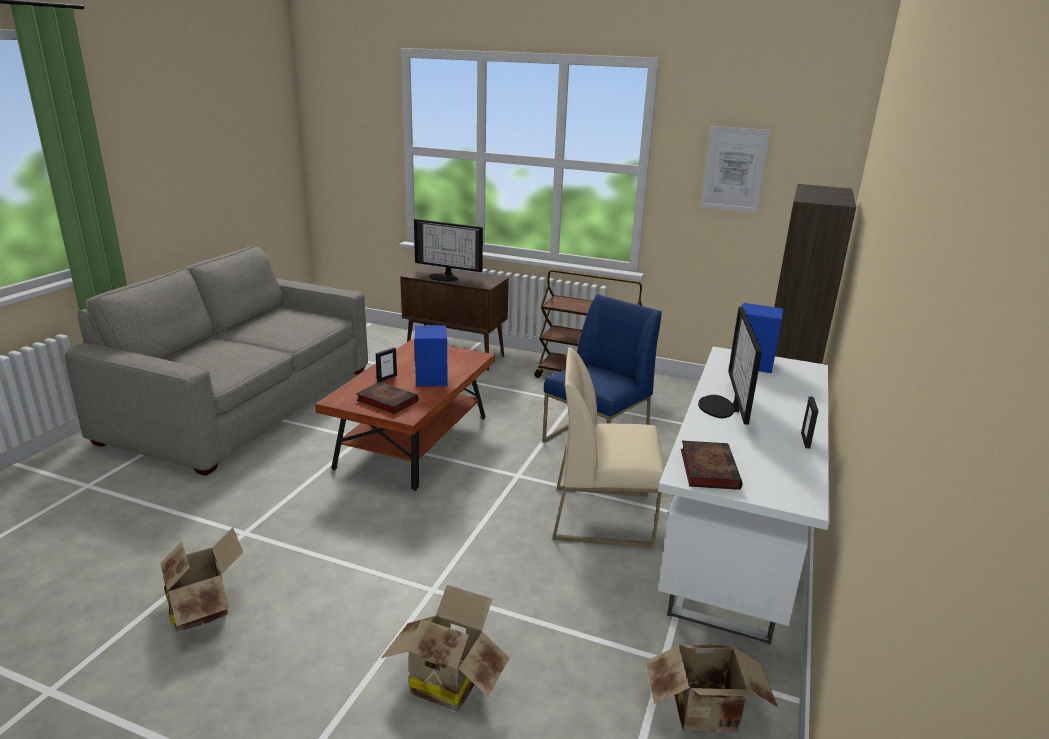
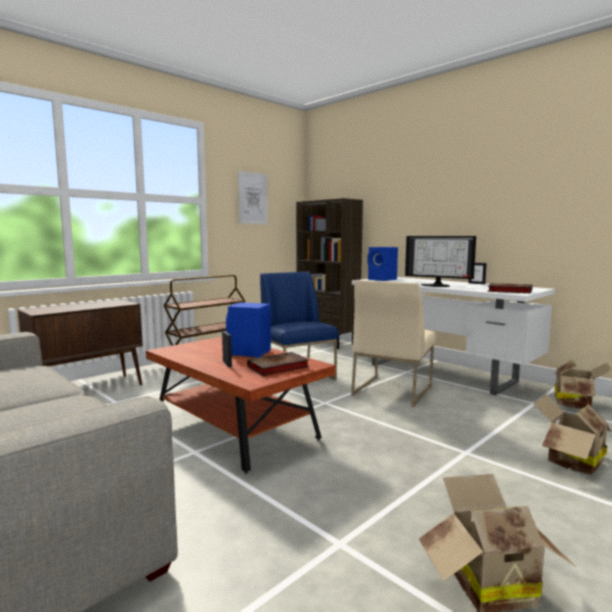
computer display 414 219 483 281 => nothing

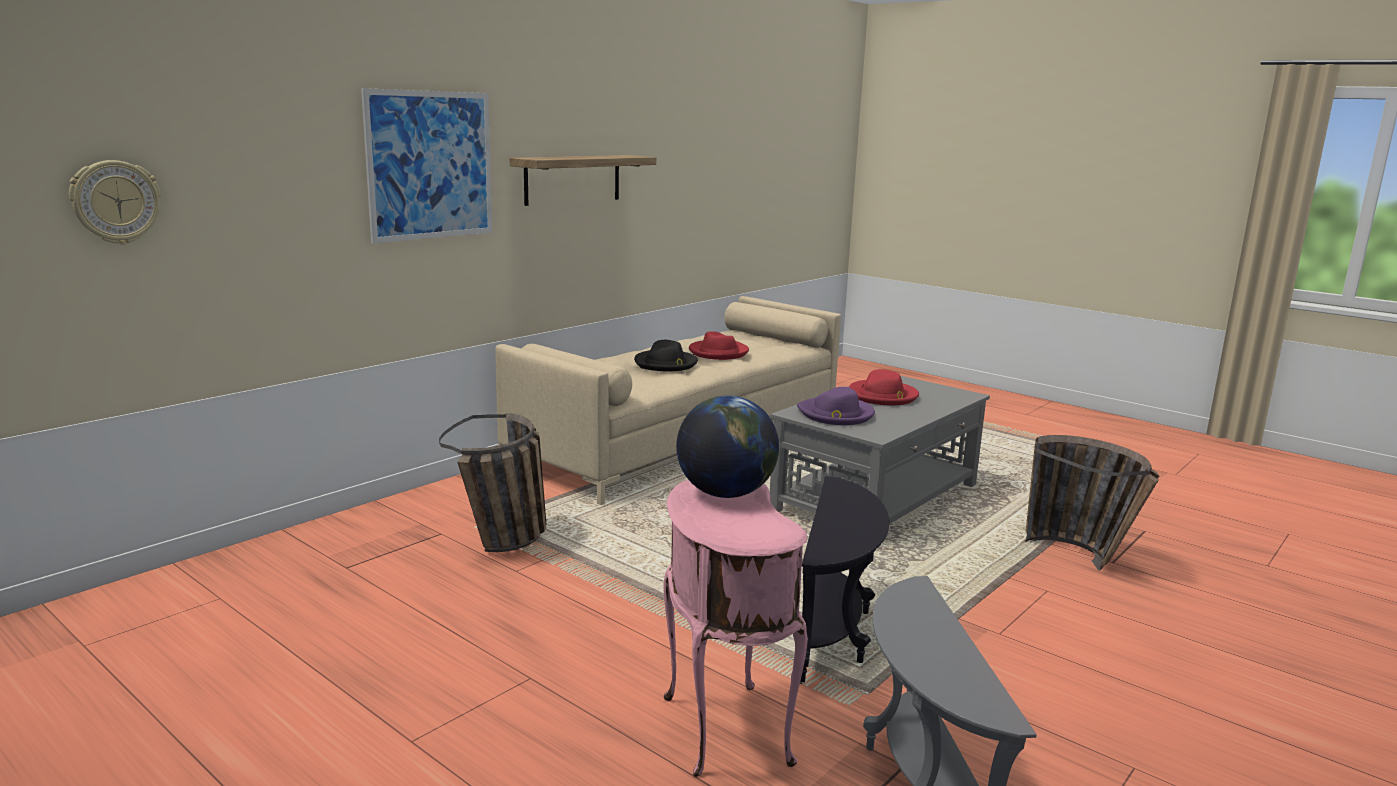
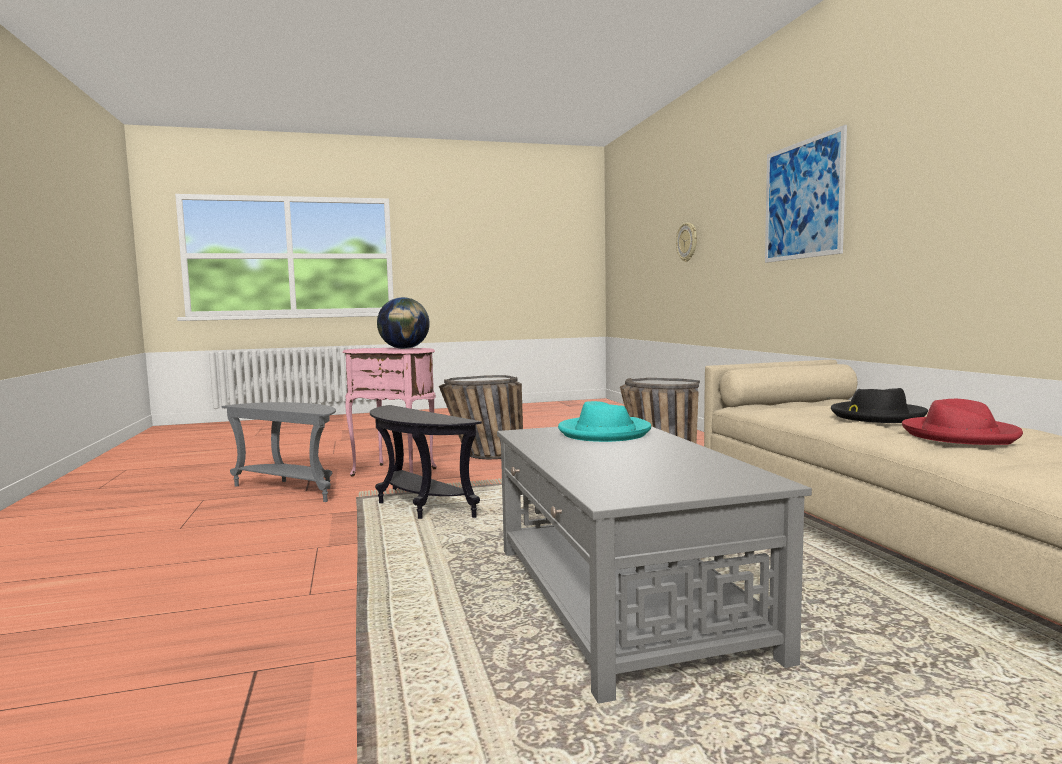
bracket shelf 510 155 656 206 => nothing
red wearable hat 849 369 919 405 => nothing
storage basket 1025 435 1159 571 => storage basket 439 375 523 459, move
purple-coloured wearable hat 797 387 875 425 => turquoise wearable hat 558 401 651 442

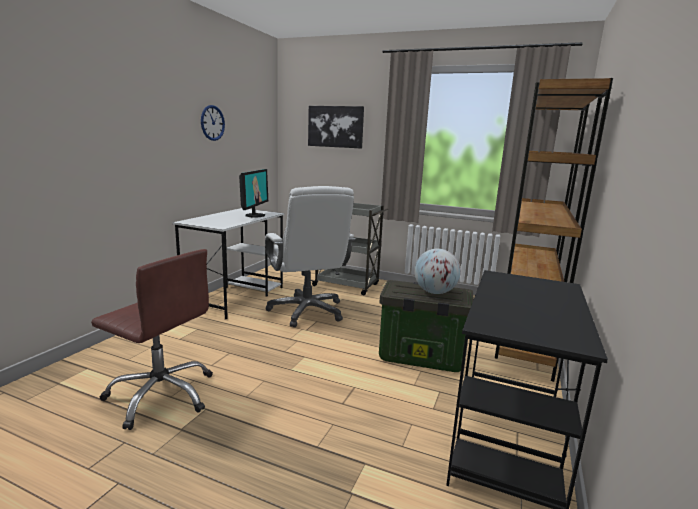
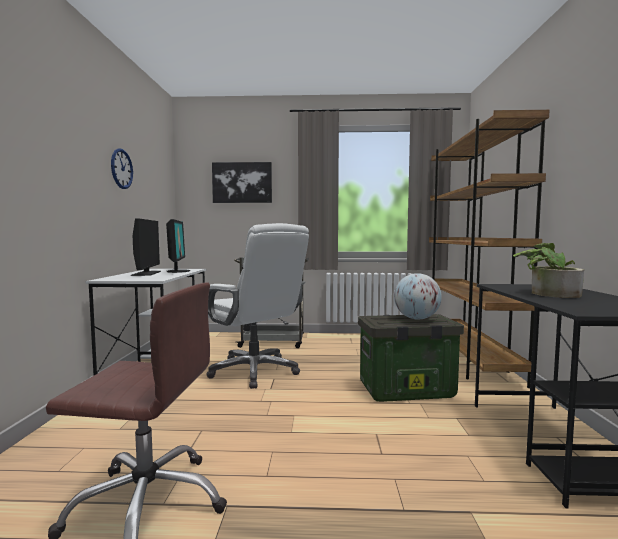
nothing => computer display 131 218 161 276
nothing => plant in a pot 513 243 584 298

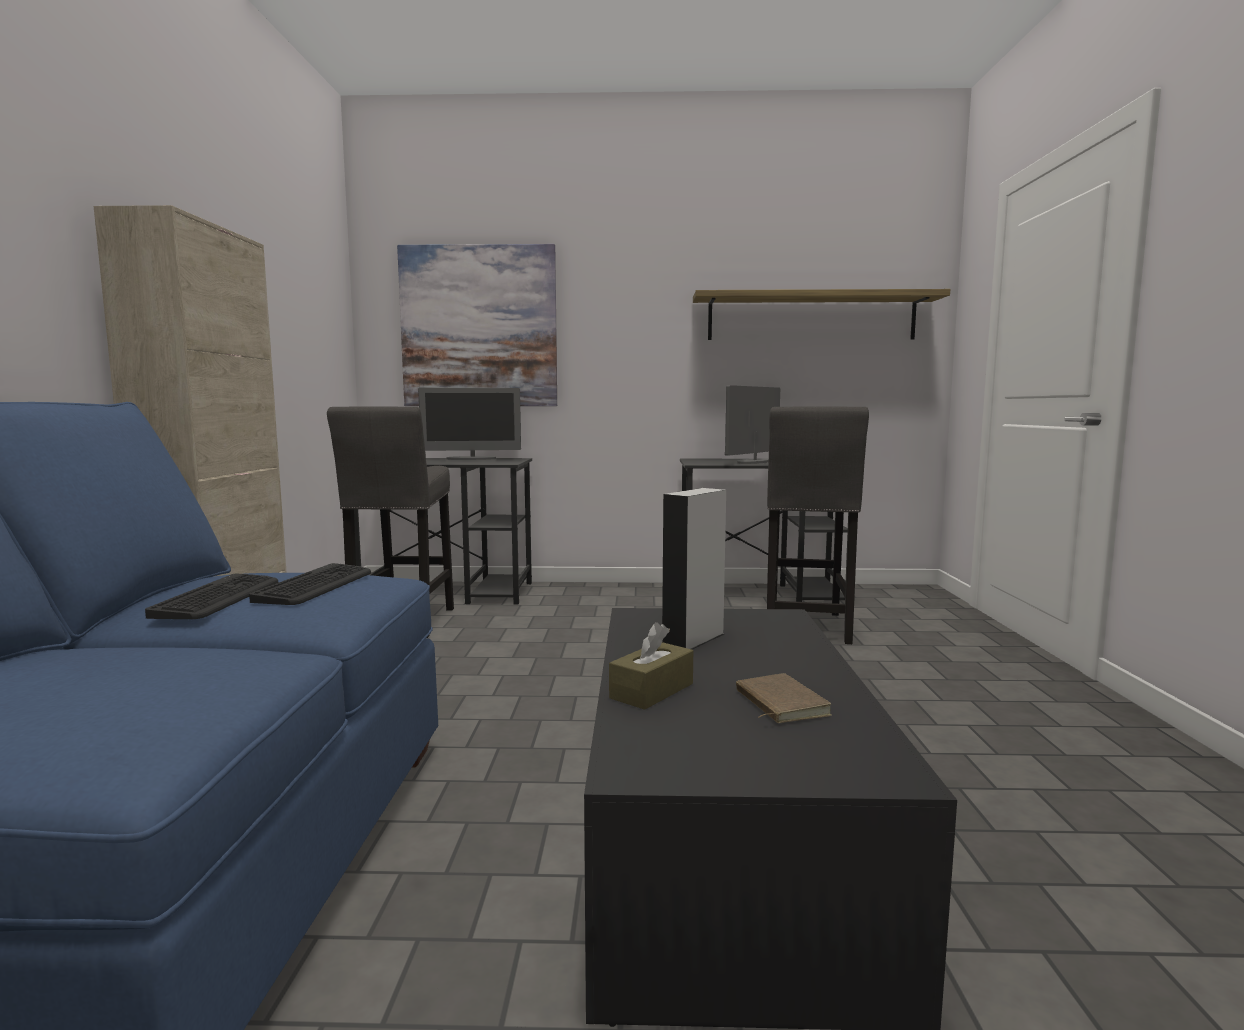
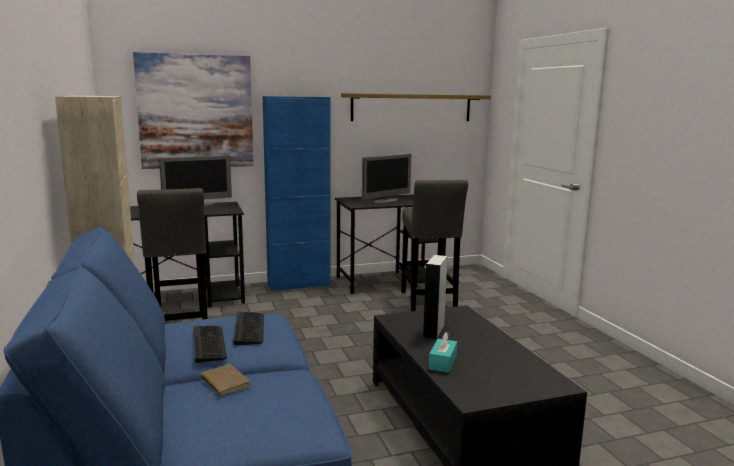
nothing => bluish storage cabinet 263 96 331 292
brownish volume 736 673 831 723 => brownish volume 201 364 251 396, move
brownish tissue holder 609 622 693 710 => turquoise tissue holder 429 332 457 373
computer display 725 385 780 464 => computer display 362 154 411 204, 150 degrees counterclockwise

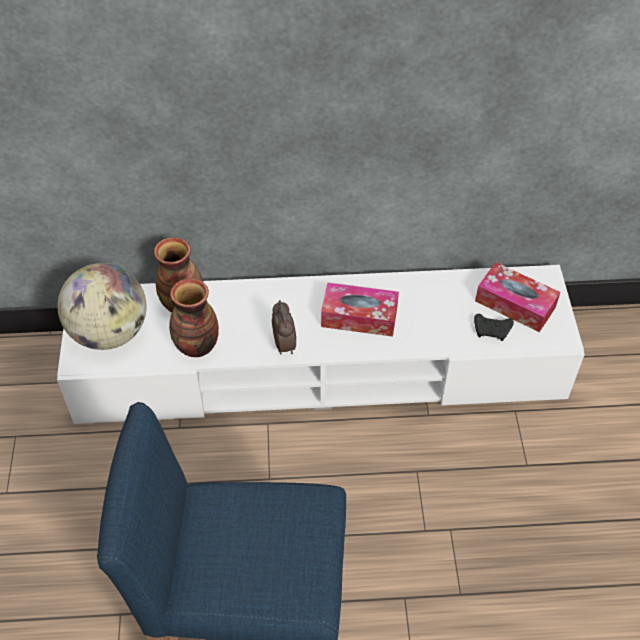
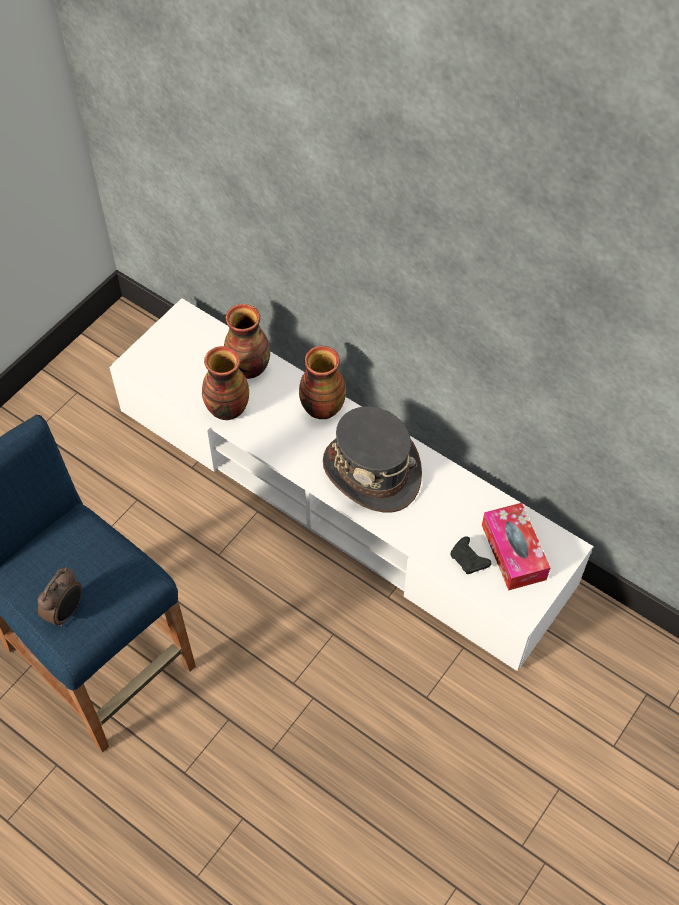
globe 57 263 146 350 => nothing
nothing => decorative vase 299 346 346 419
table clock 272 300 296 354 => table clock 38 567 82 627, move
tissue holder 321 282 399 337 => gray wearable hat 323 406 422 513

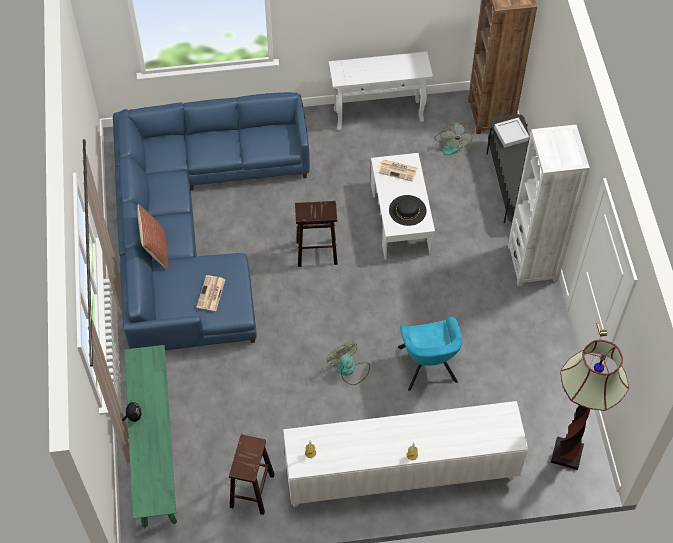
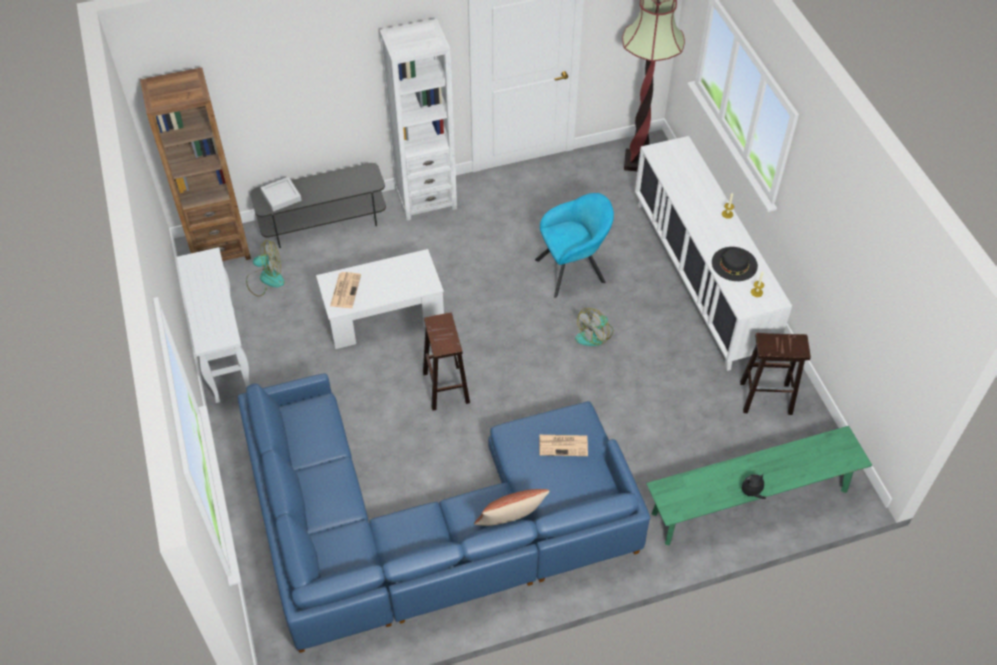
black-coloured wearable hat 389 195 426 226 => black-coloured wearable hat 712 247 758 281, move

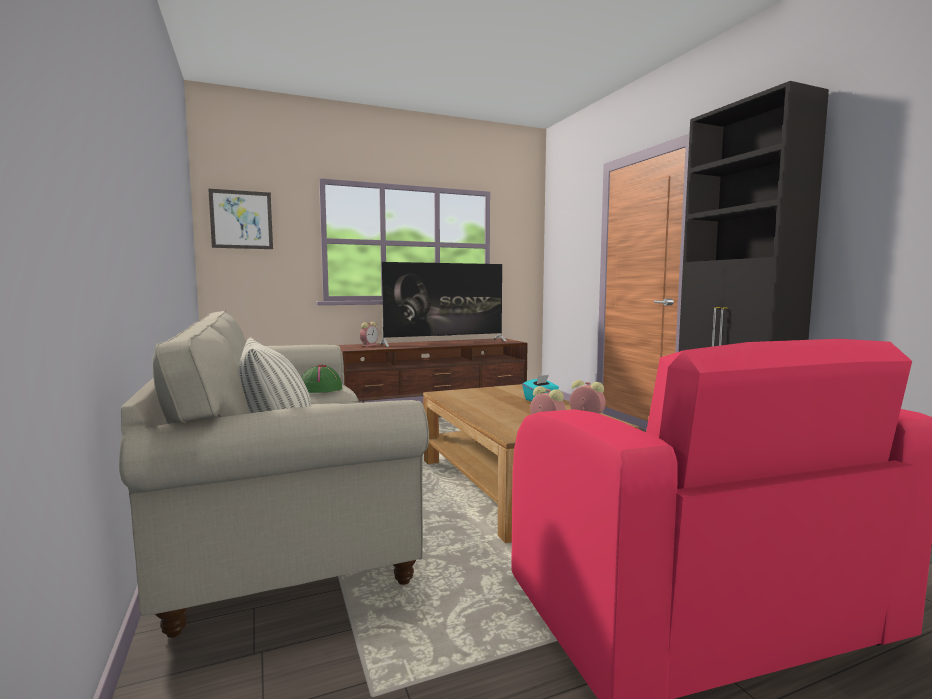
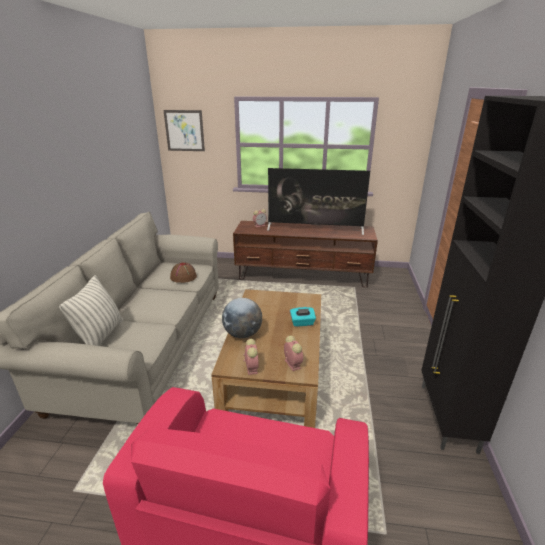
nothing => globe 222 298 262 338
greenish wearable hat 302 365 343 393 => brownish wearable hat 170 262 197 283

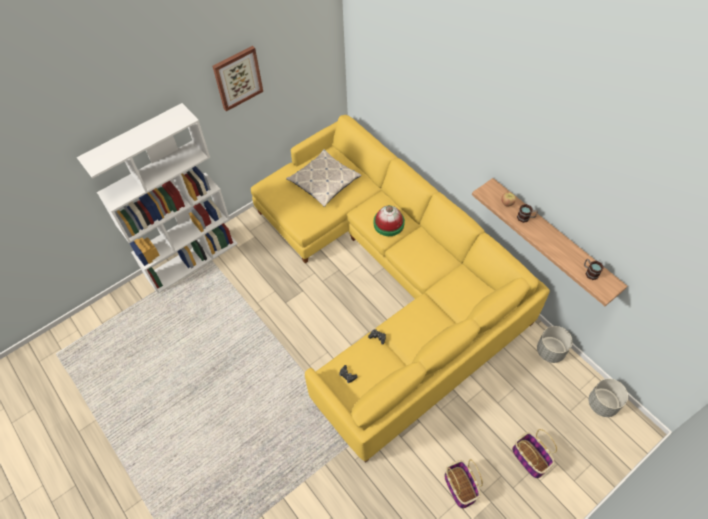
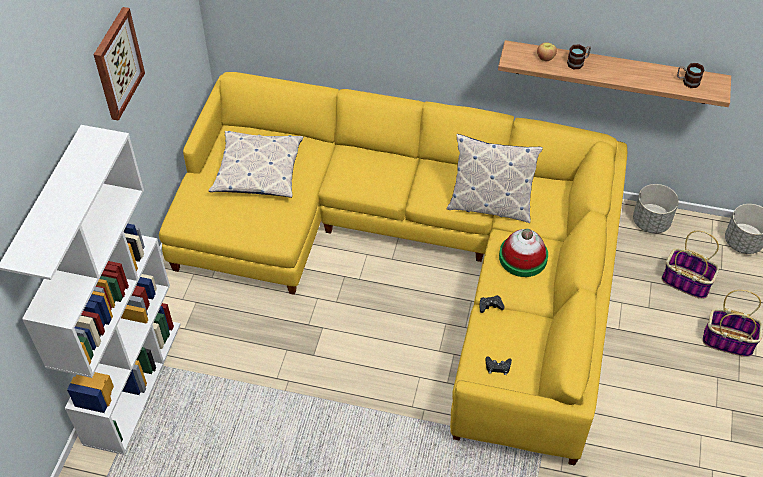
nothing => cushion 447 134 543 223
wearable hat 374 205 405 236 => wearable hat 499 229 548 277, move
storage basket 444 459 483 509 => storage basket 662 231 719 299, move

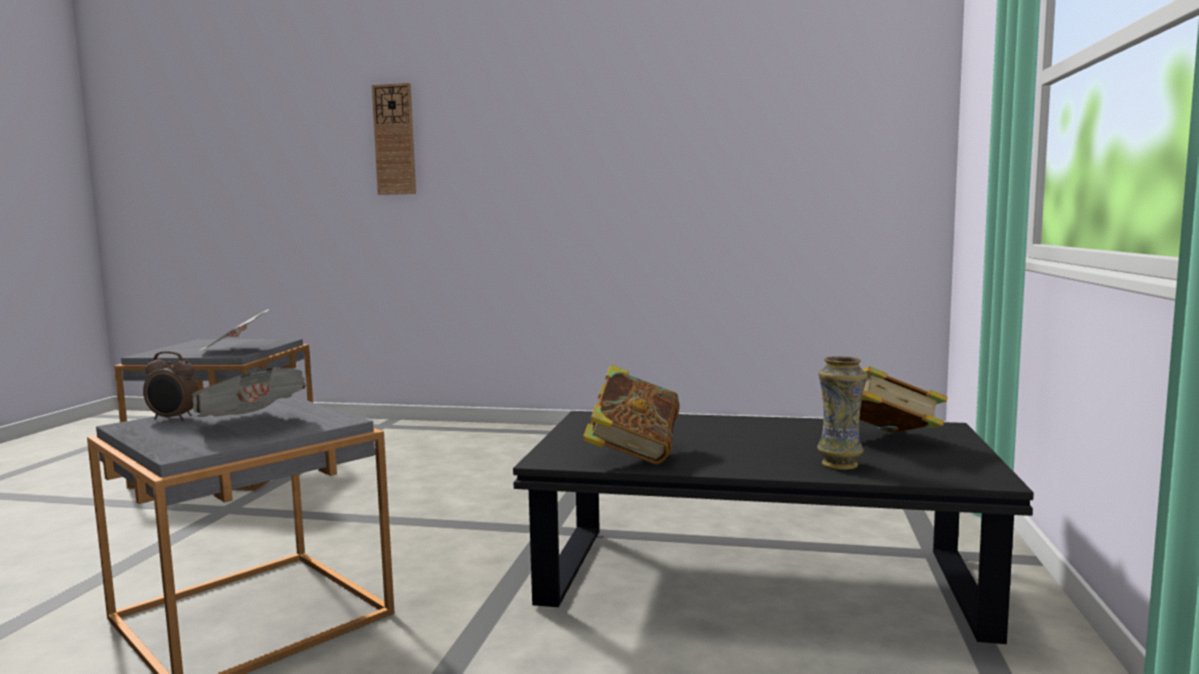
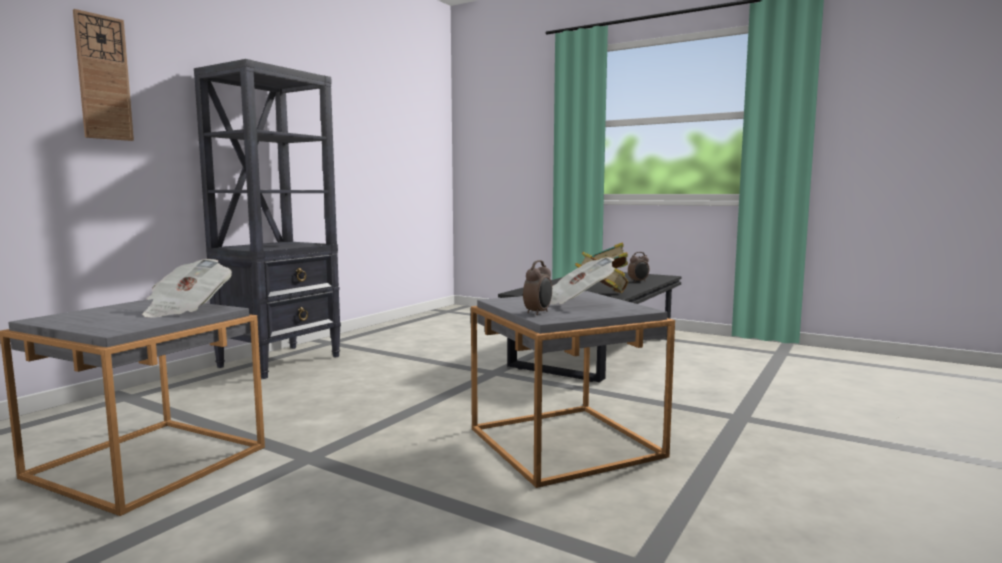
nothing => black-coloured shelving unit 194 59 341 379
decorative vase 817 356 868 470 => table clock 628 252 649 282

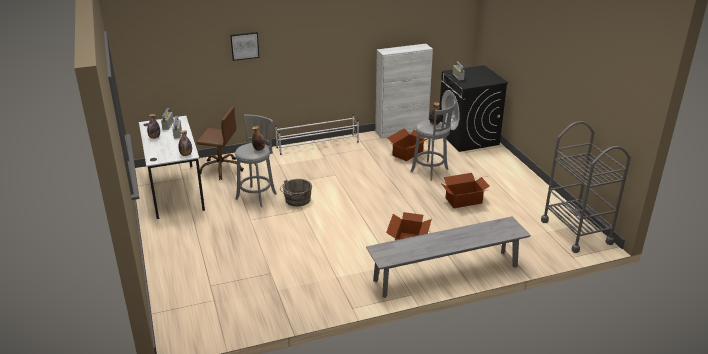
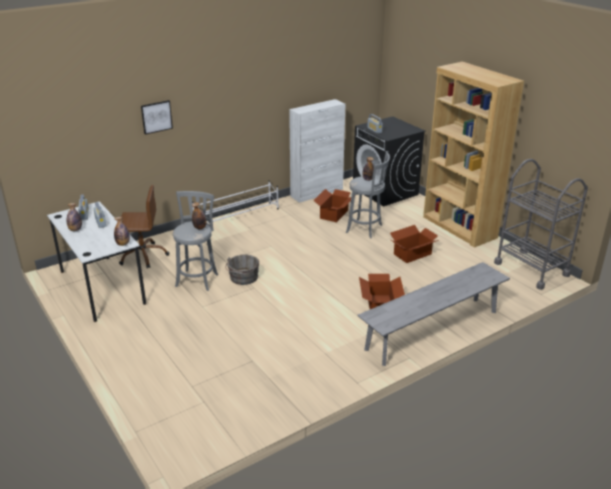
nothing => brownish shelving unit 423 62 524 248

